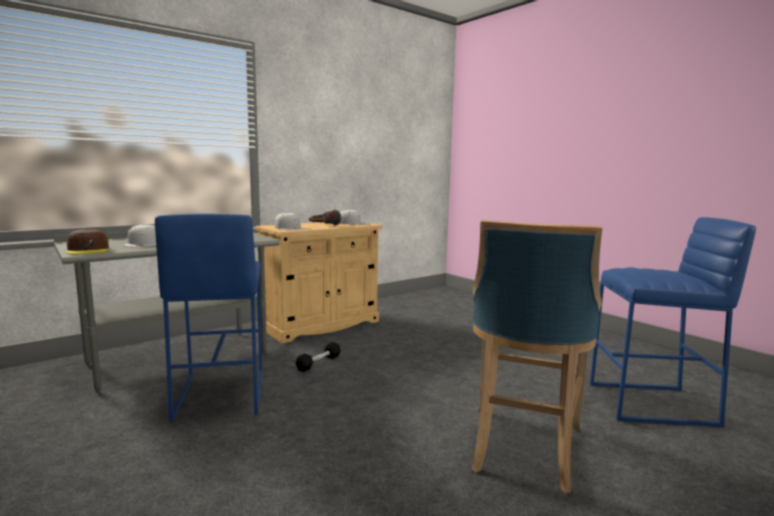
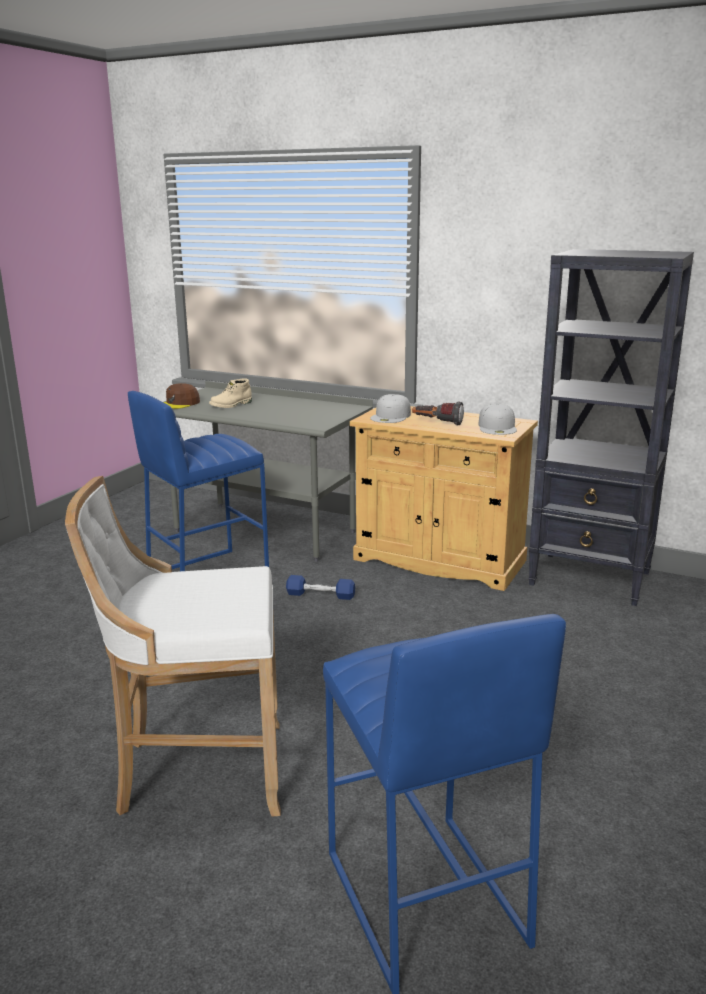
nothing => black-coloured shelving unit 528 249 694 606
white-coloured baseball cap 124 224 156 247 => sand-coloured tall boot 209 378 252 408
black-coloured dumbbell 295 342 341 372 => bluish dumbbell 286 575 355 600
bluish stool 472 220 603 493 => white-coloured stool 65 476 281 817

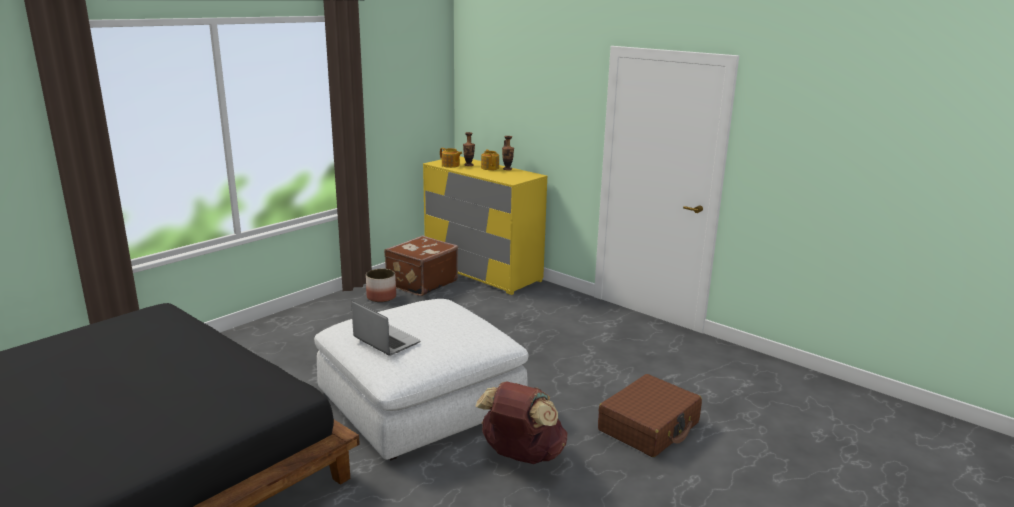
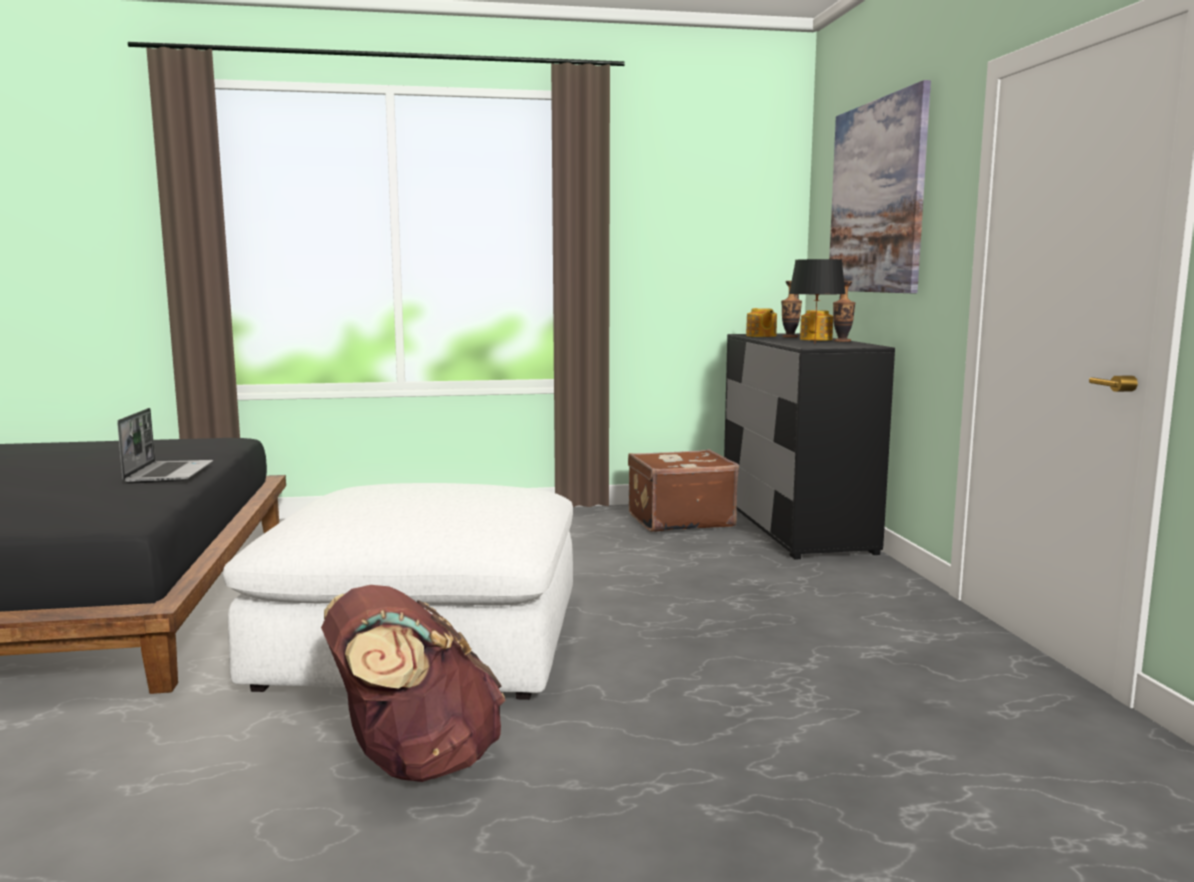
flower pot 366 269 396 302 => nothing
brownish piece of luggage 598 374 702 457 => nothing
nothing => black-coloured lamp for a table 789 259 846 340
nothing => wall picture 829 80 931 293
notebook computer 351 301 420 356 => notebook computer 117 408 213 483, move
yellowish dresser 423 156 547 295 => black-coloured dresser 724 333 895 560

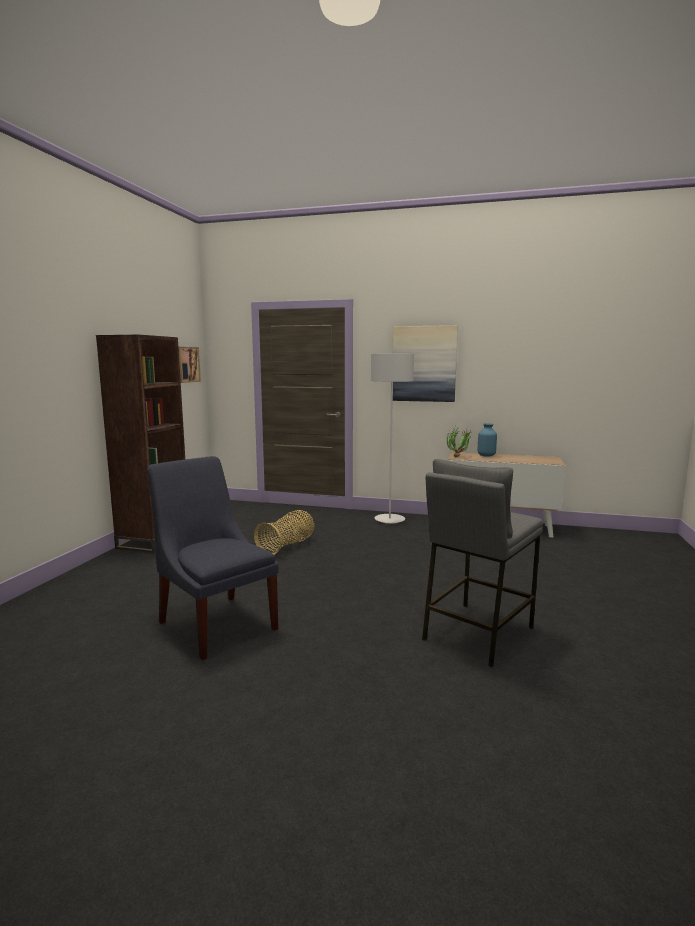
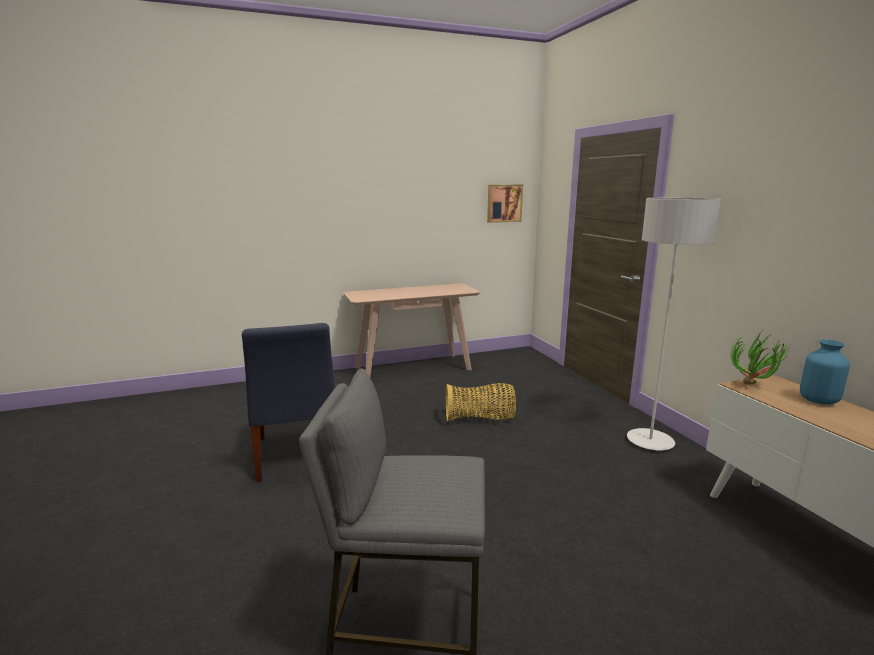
wall picture 393 325 458 402 => nothing
brownish shelving unit 96 334 185 553 => sand-coloured console table 343 283 480 378
bluish upright chair 147 456 279 660 => bluish upright chair 242 323 335 483, 150 degrees clockwise

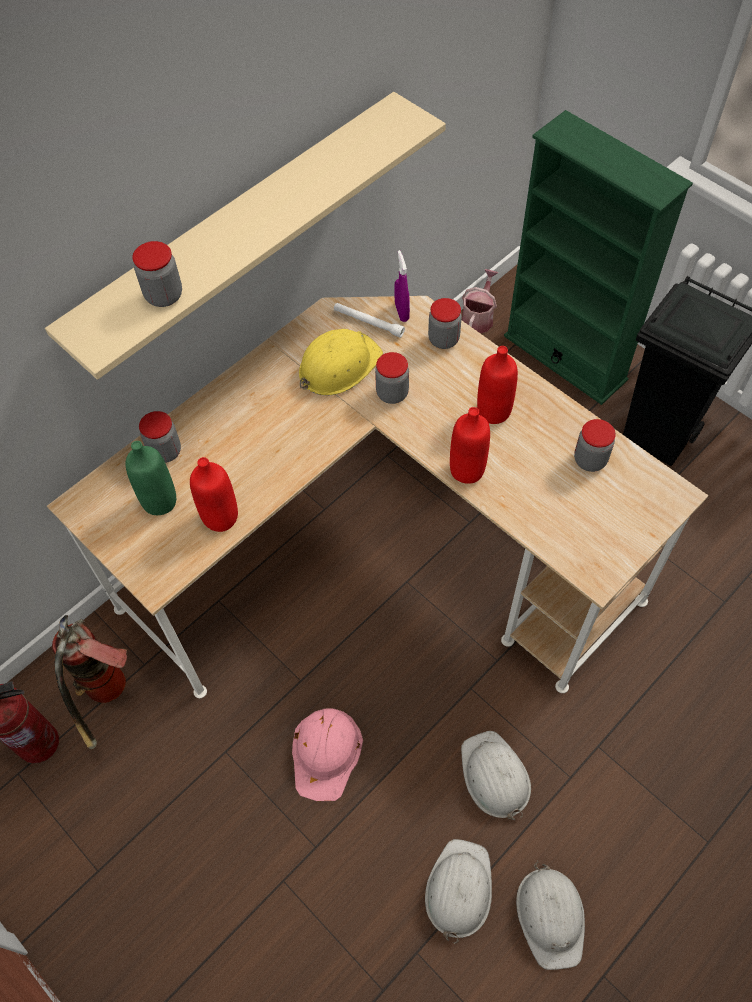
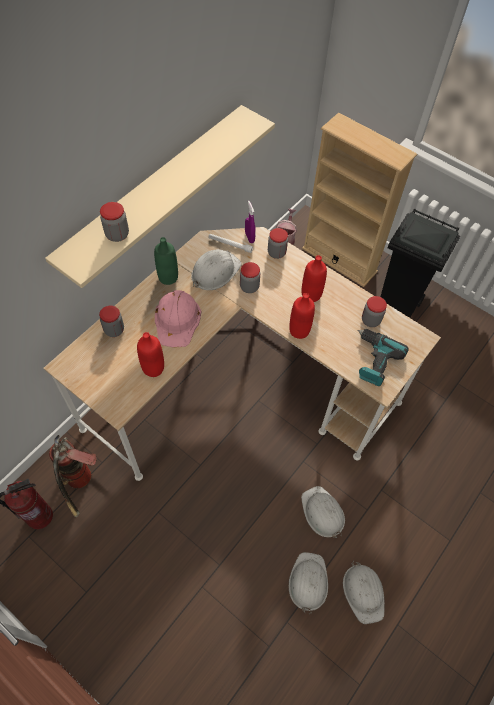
nothing => drill 358 329 409 386
greenish drink bottle 126 441 176 515 => greenish drink bottle 154 237 178 285, move
pink-coloured safety helmet 292 709 363 801 => pink-coloured safety helmet 155 290 201 348, move
yellowish safety helmet 299 329 383 395 => white-coloured safety helmet 191 249 242 290
greenish shelving unit 504 110 693 405 => sand-coloured shelving unit 302 113 417 287

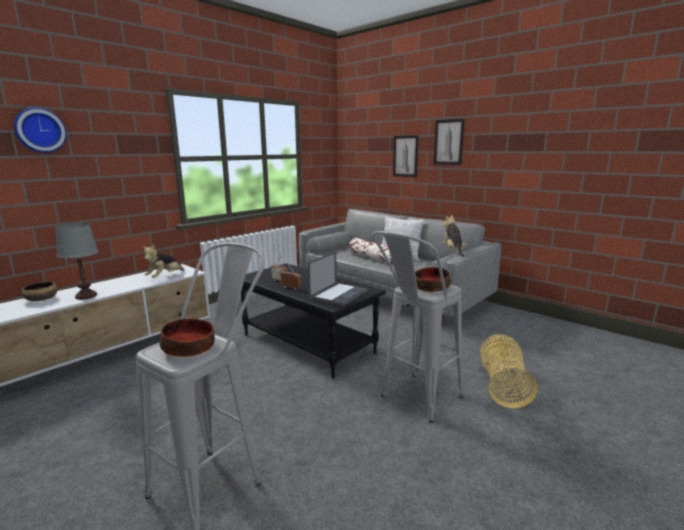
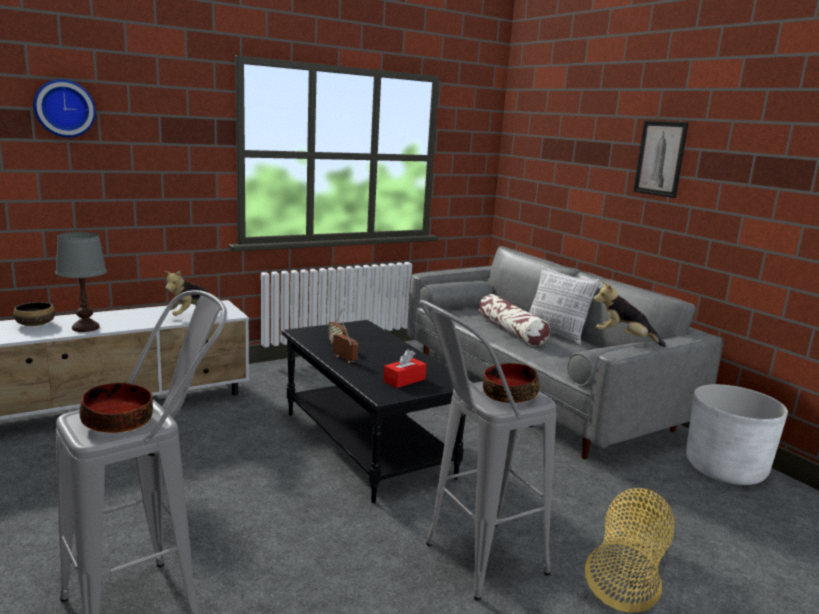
wall picture 393 135 419 177 => nothing
nothing => white-coloured flower pot 686 384 788 485
notebook computer 308 251 368 306 => red tissue holder 383 349 426 388
plush toy 443 215 467 257 => plush toy 593 281 666 347, 75 degrees counterclockwise

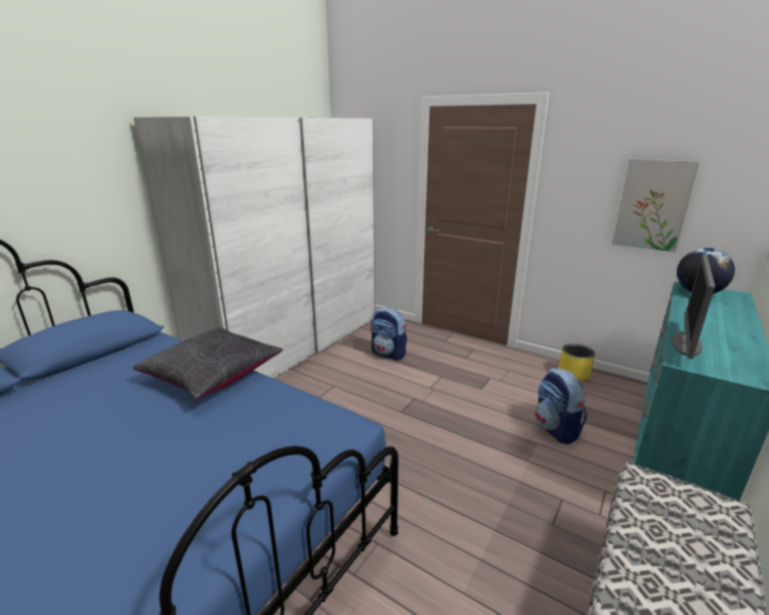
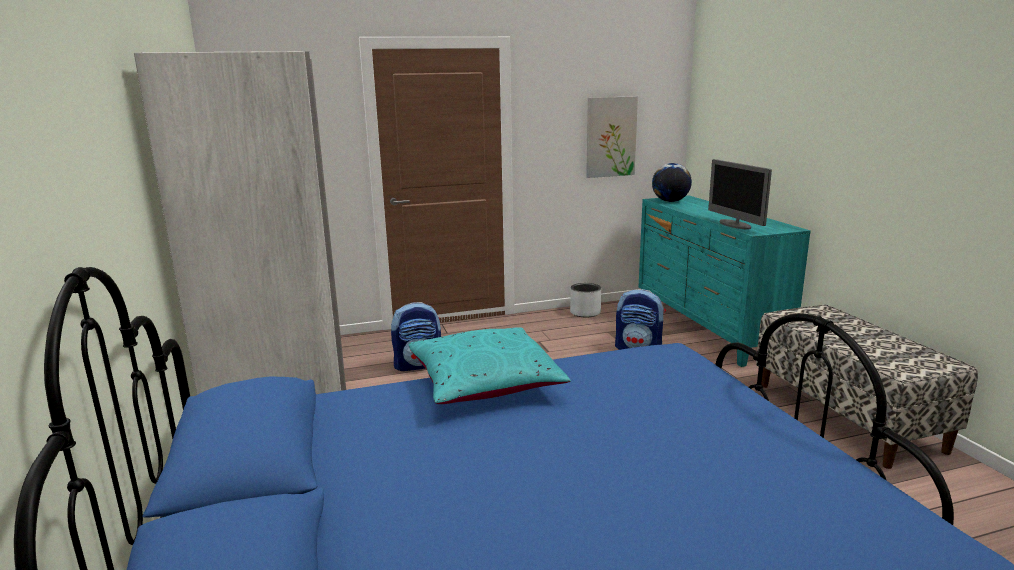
black-coloured cushion 133 327 283 400 => turquoise cushion 409 327 571 404
yellowish flower pot 558 344 595 381 => gray flower pot 570 283 601 317

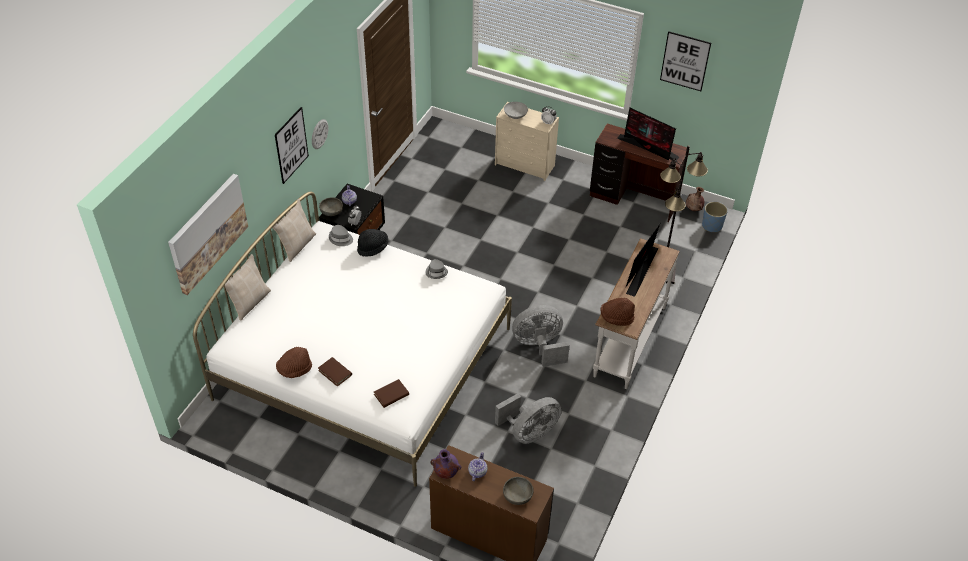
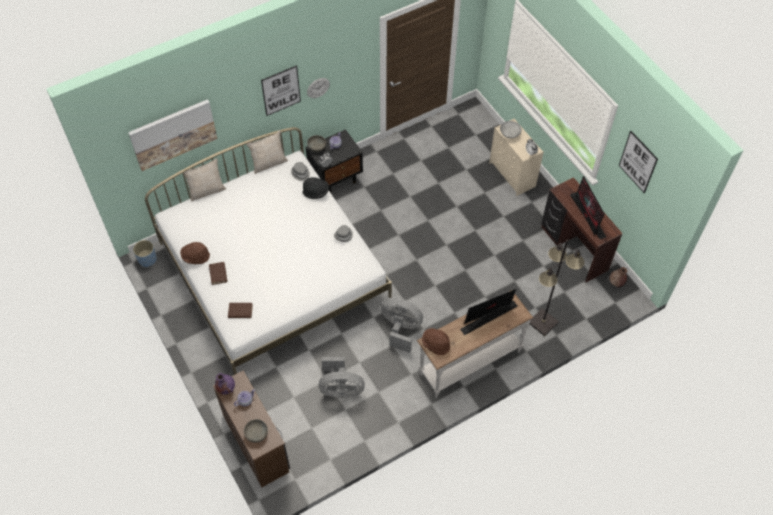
bluish flower pot 702 202 728 232 => bluish flower pot 133 240 157 267, move

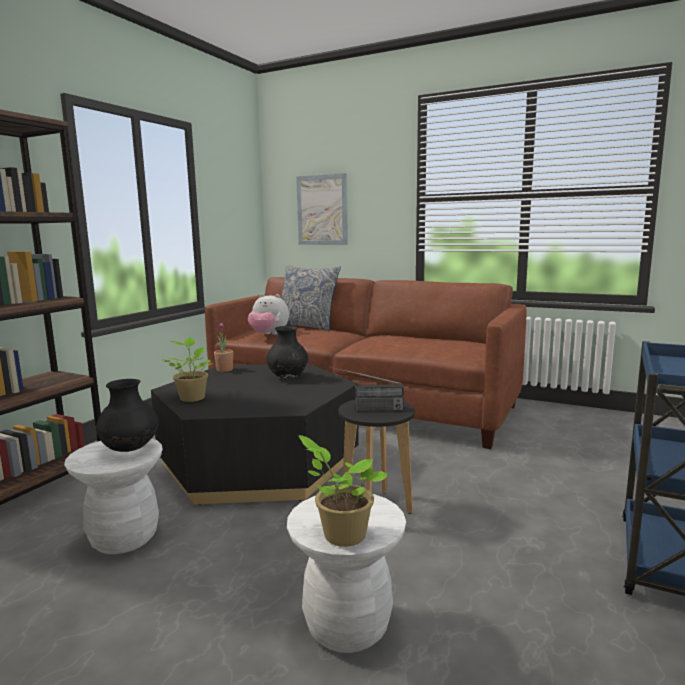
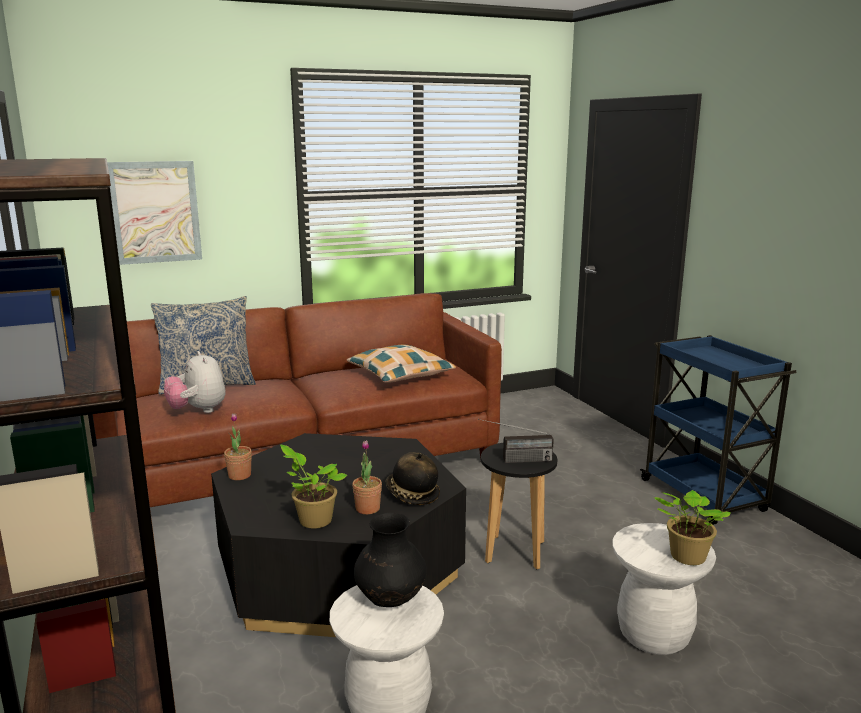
black-coloured decorative vase 266 326 308 378 => nothing
nothing => cushion 346 345 456 383
nothing => plant in a pot 352 440 382 514
nothing => wearable hat 386 452 440 505
plush toy 248 294 289 335 => plush toy 164 351 226 413, 90 degrees clockwise
radio 329 367 404 411 => radio 478 419 554 463, 45 degrees clockwise

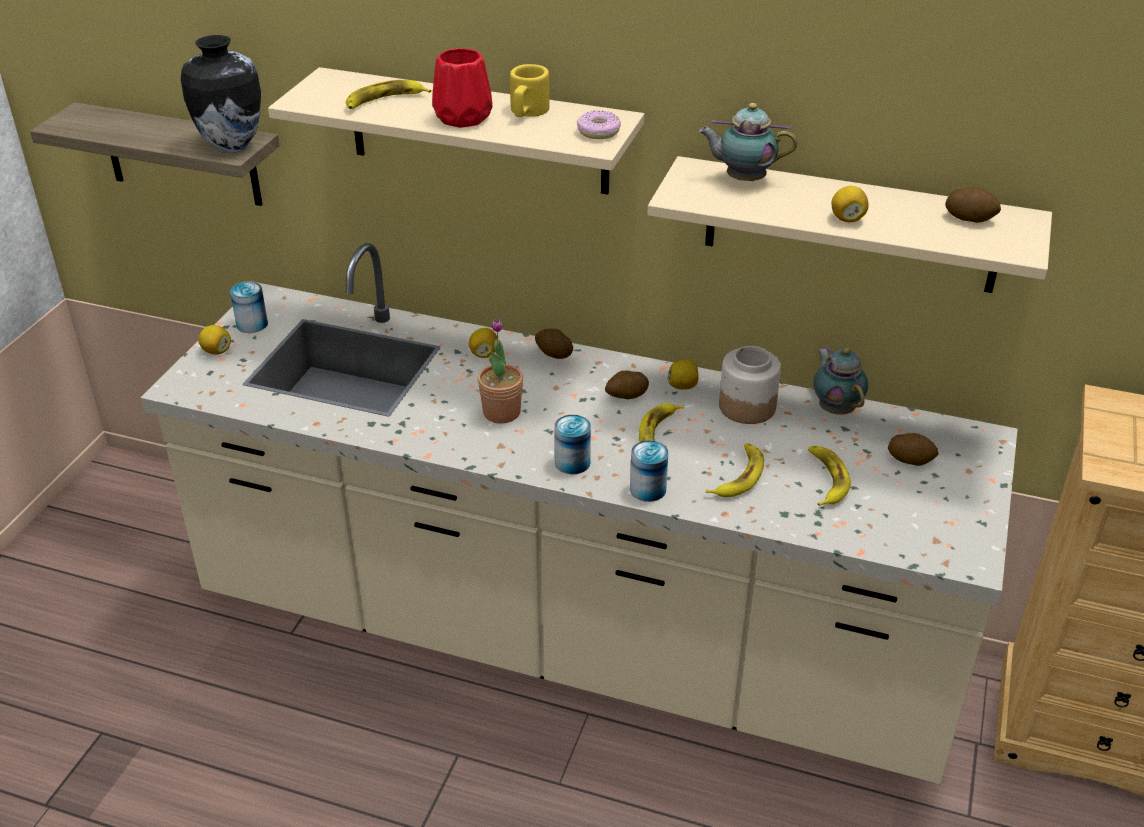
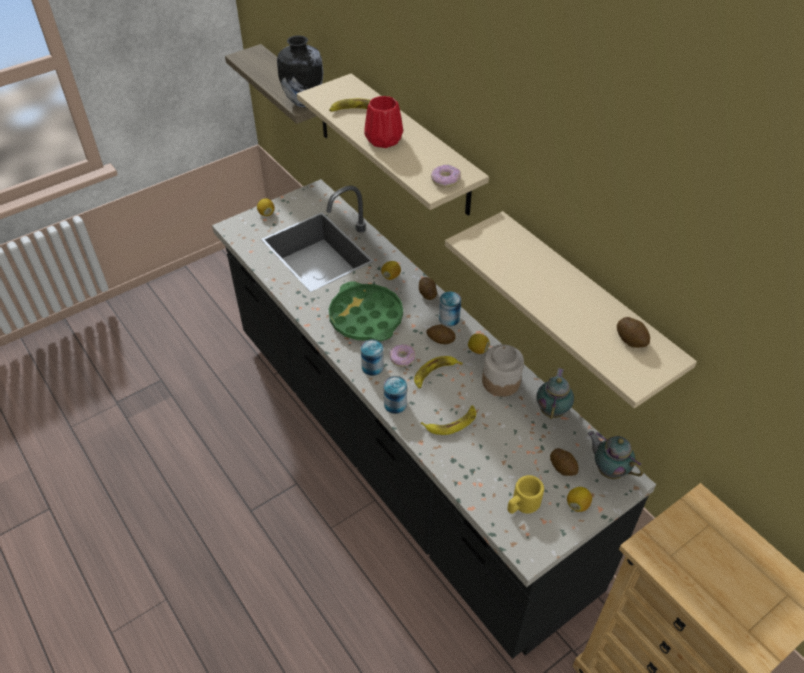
whole banana 808 446 851 506 => nothing
nothing => ring doughnut 390 344 416 367
sealed can 230 281 268 333 => sealed can 439 292 461 326, move
yellowish mug 510 64 550 117 => yellowish mug 508 475 544 514, move
pot for tea 699 103 797 181 => pot for tea 588 431 643 479, move
lemon 831 186 869 222 => lemon 567 487 592 512, move
plant in a pot 478 318 523 424 => greenish serving tray 329 281 403 341
sand-coloured kitchen counter 140 243 1018 784 => black-coloured kitchen counter 212 179 656 659

